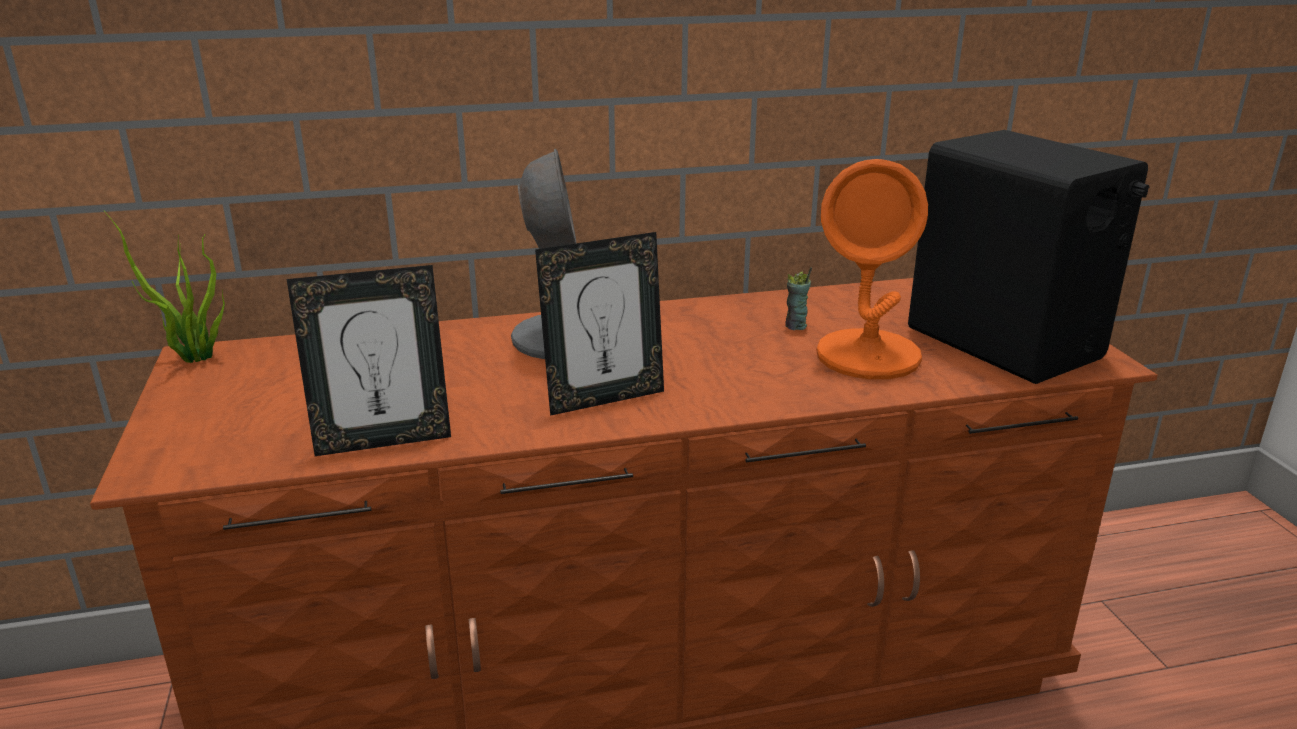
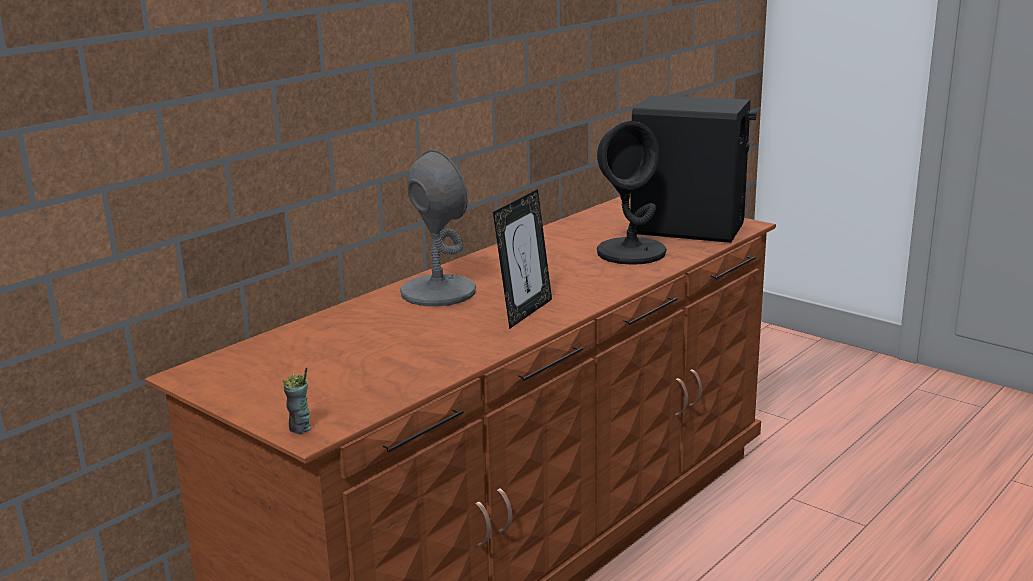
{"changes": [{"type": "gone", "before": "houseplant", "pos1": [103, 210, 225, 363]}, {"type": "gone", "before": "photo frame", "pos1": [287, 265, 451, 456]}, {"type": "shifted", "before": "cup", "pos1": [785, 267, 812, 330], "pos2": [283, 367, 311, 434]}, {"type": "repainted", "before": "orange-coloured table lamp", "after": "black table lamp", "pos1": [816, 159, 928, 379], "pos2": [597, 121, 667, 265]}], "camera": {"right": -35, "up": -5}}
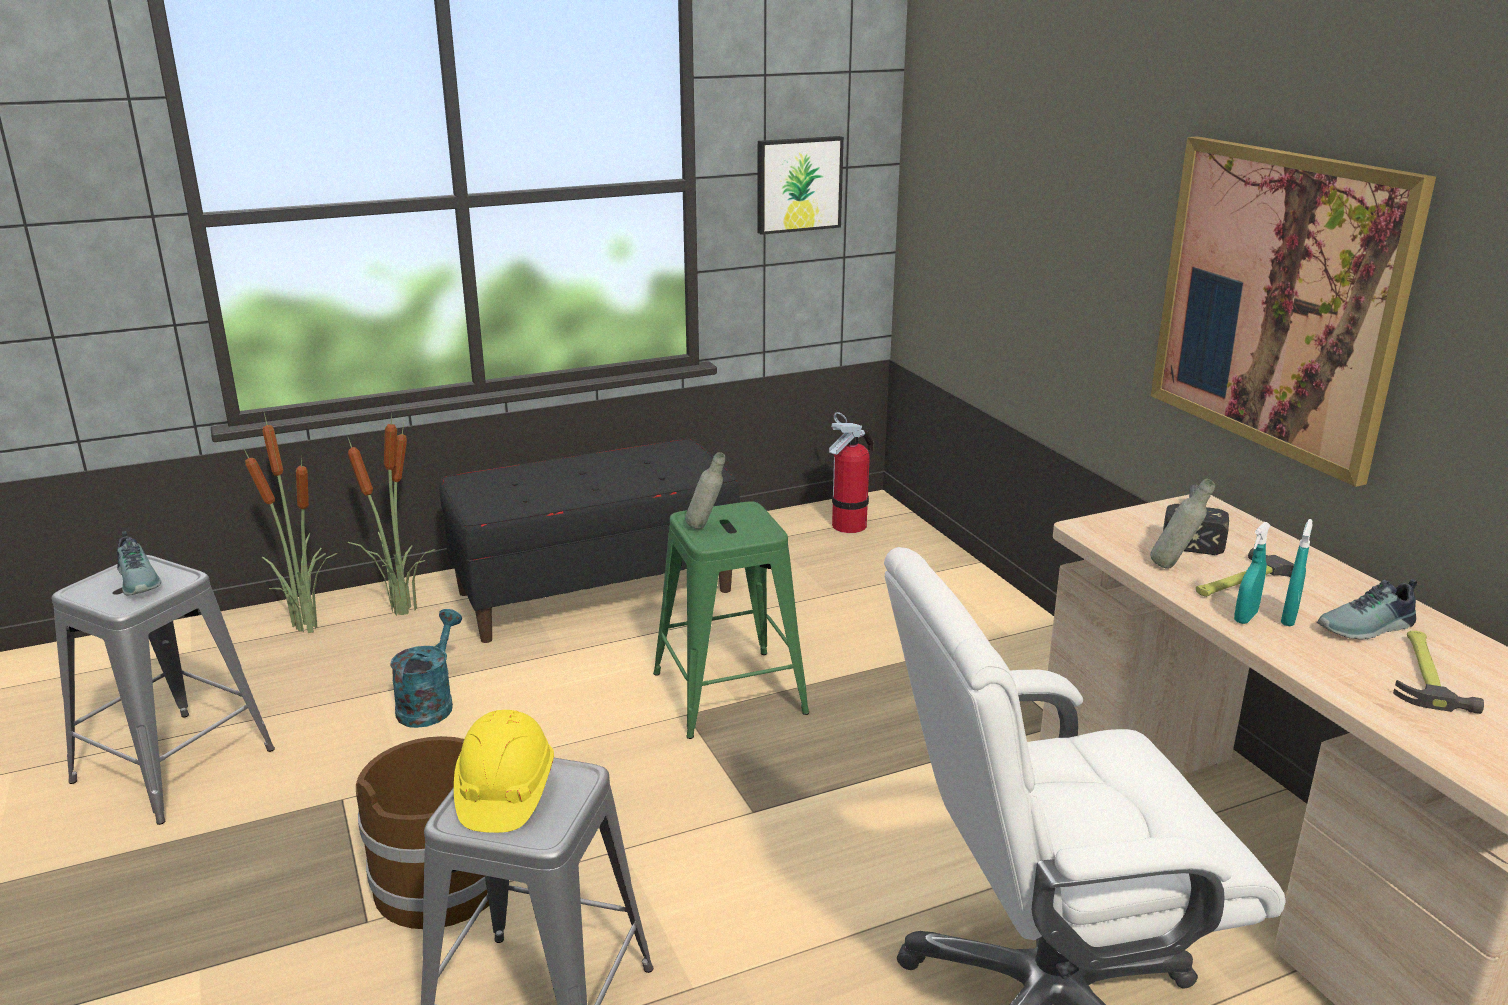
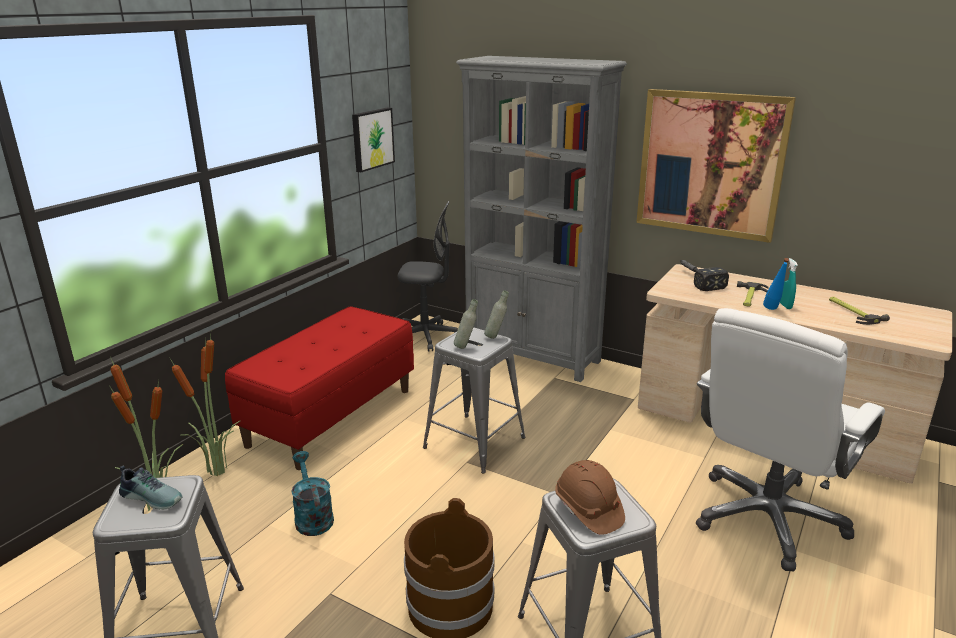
{"changes": [{"type": "gone", "before": "shoe", "pos1": [1317, 579, 1417, 639]}, {"type": "new", "after": "greyish shelving unit", "pos2": [456, 56, 627, 382]}, {"type": "shifted", "before": "greyish bottle", "pos1": [1150, 479, 1215, 569], "pos2": [484, 290, 509, 339]}, {"type": "swapped", "before": "fire extinguisher", "after": "greyish computer chair", "pos1": [829, 412, 874, 533], "pos2": [398, 201, 458, 352]}, {"type": "swapped", "before": "turquoise sprayer", "after": "blue bottle", "pos1": [1234, 522, 1270, 624], "pos2": [763, 258, 789, 310]}, {"type": "repainted", "before": "black bench", "after": "reddish bench", "pos1": [440, 438, 740, 643], "pos2": [225, 306, 414, 470]}, {"type": "repainted", "before": "yellow hard hat", "after": "brown hard hat", "pos1": [454, 710, 554, 833], "pos2": [555, 460, 625, 535]}, {"type": "repainted", "before": "green-coloured sitting stool", "after": "greyish sitting stool", "pos1": [653, 501, 809, 739], "pos2": [423, 327, 525, 474]}], "camera": {"right": -35, "up": 0}}
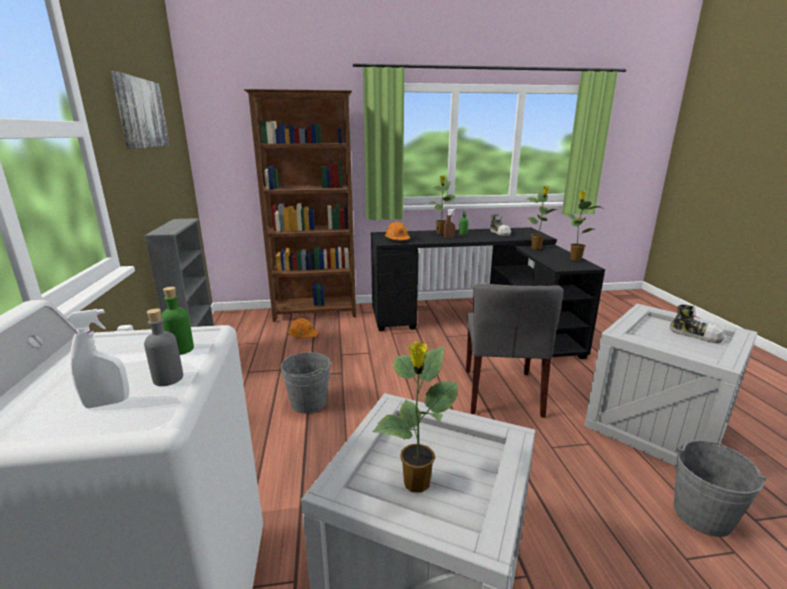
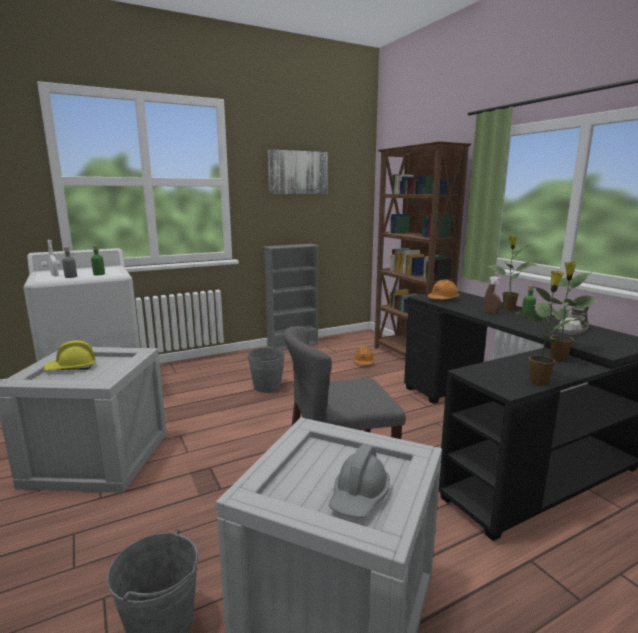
{"changes": [{"type": "swapped", "before": "houseplant", "after": "yellow hard hat", "pos1": [372, 342, 459, 493], "pos2": [43, 340, 95, 370]}, {"type": "swapped", "before": "shoe", "after": "greyish hard hat", "pos1": [670, 305, 725, 343], "pos2": [328, 444, 390, 518]}], "camera": {"right": 70, "up": -5}}
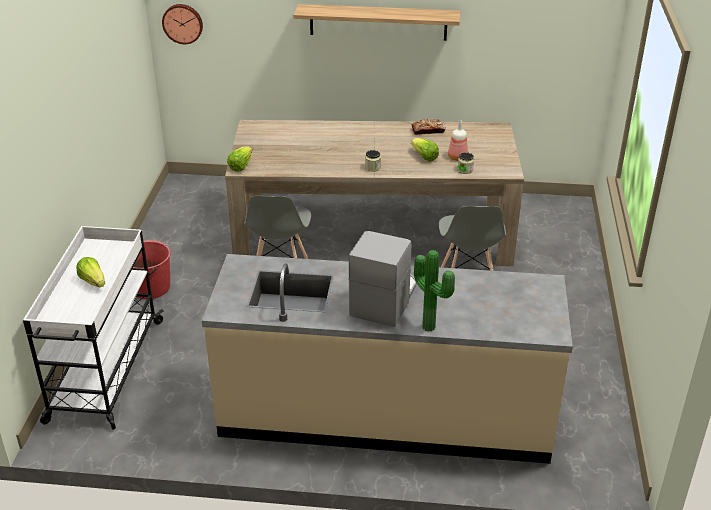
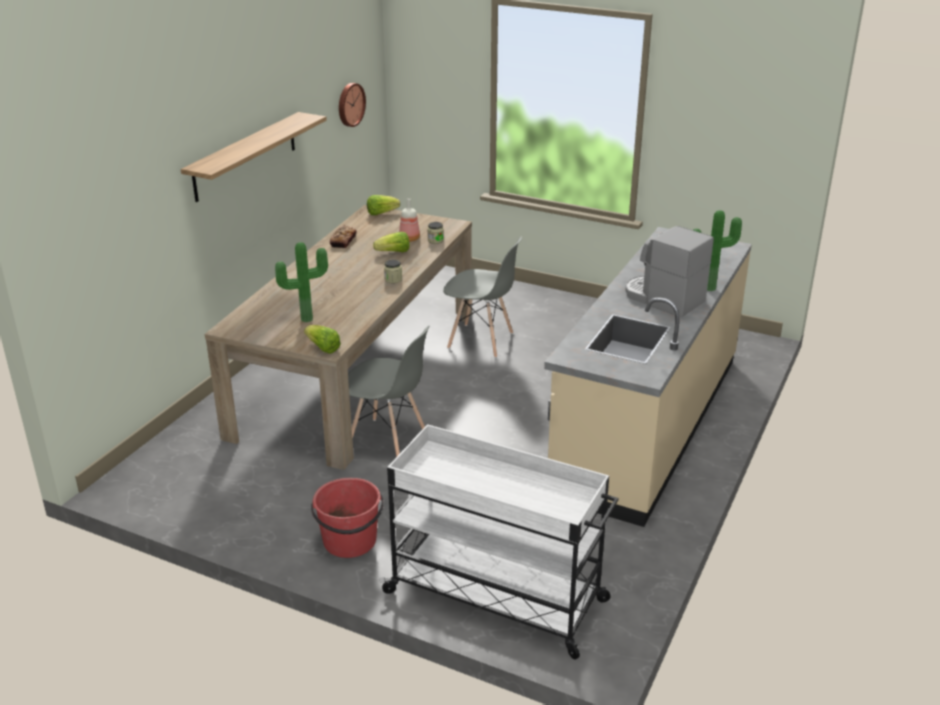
{"changes": [{"type": "new", "after": "houseplant", "pos2": [275, 242, 328, 322]}, {"type": "shifted", "before": "lettuce", "pos1": [76, 257, 105, 287], "pos2": [367, 195, 400, 215]}, {"type": "shifted", "before": "hanging clock", "pos1": [162, 4, 203, 44], "pos2": [339, 83, 366, 127]}], "camera": {"right": -70, "up": -5}}
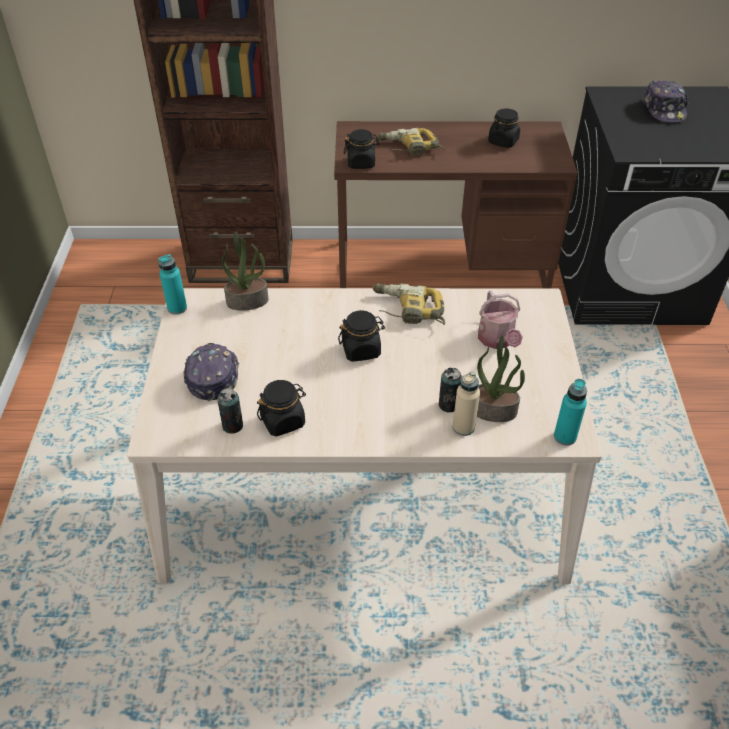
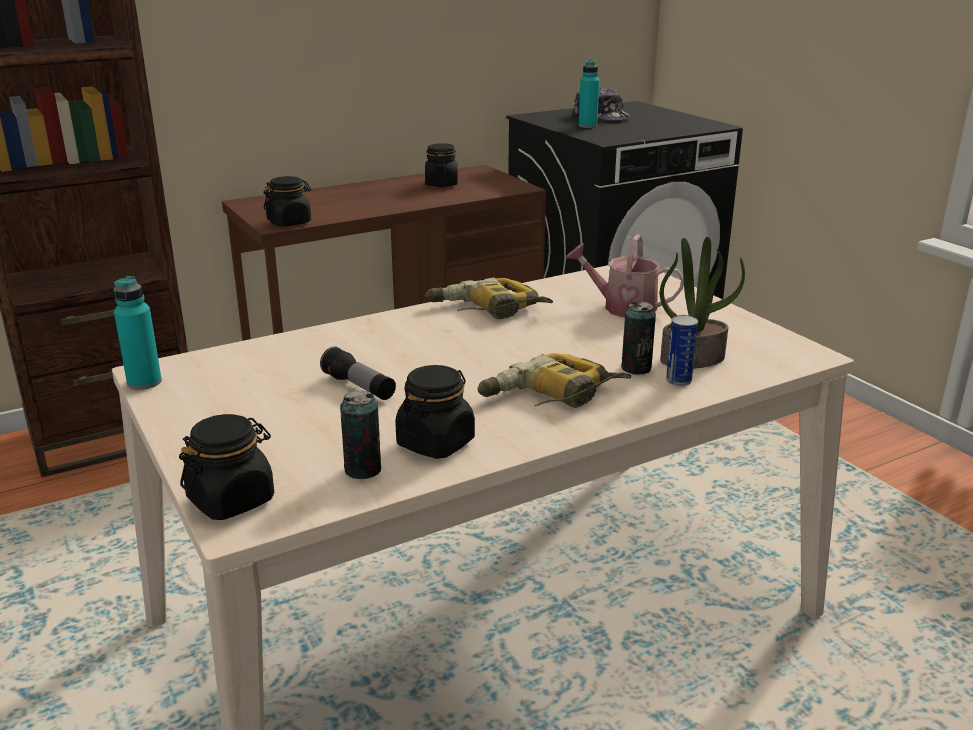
{"changes": [{"type": "gone", "before": "cap", "pos1": [183, 343, 239, 401]}, {"type": "gone", "before": "houseplant", "pos1": [222, 232, 268, 311]}, {"type": "new", "after": "torch", "pos2": [320, 347, 396, 400]}, {"type": "shifted", "before": "black preserve jar", "pos1": [338, 310, 385, 362], "pos2": [179, 414, 274, 520]}, {"type": "shifted", "before": "drill", "pos1": [377, 128, 445, 156], "pos2": [477, 353, 631, 408]}, {"type": "shifted", "before": "turquoise bottle", "pos1": [554, 379, 587, 446], "pos2": [579, 60, 600, 128]}, {"type": "swapped", "before": "beige bottle", "after": "sealed can", "pos1": [453, 372, 480, 436], "pos2": [666, 315, 698, 386]}, {"type": "rotated", "before": "sprinkling can", "pos1": [478, 291, 523, 349], "pos2": [566, 234, 684, 318], "turn": 150}], "camera": {"right": -30, "up": -20}}
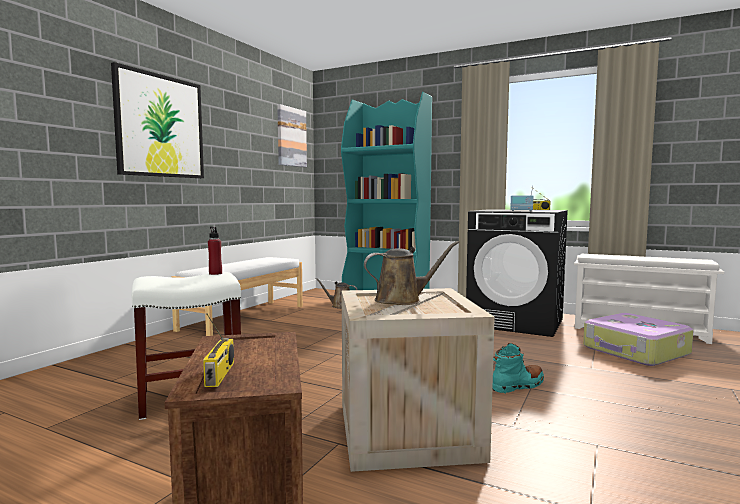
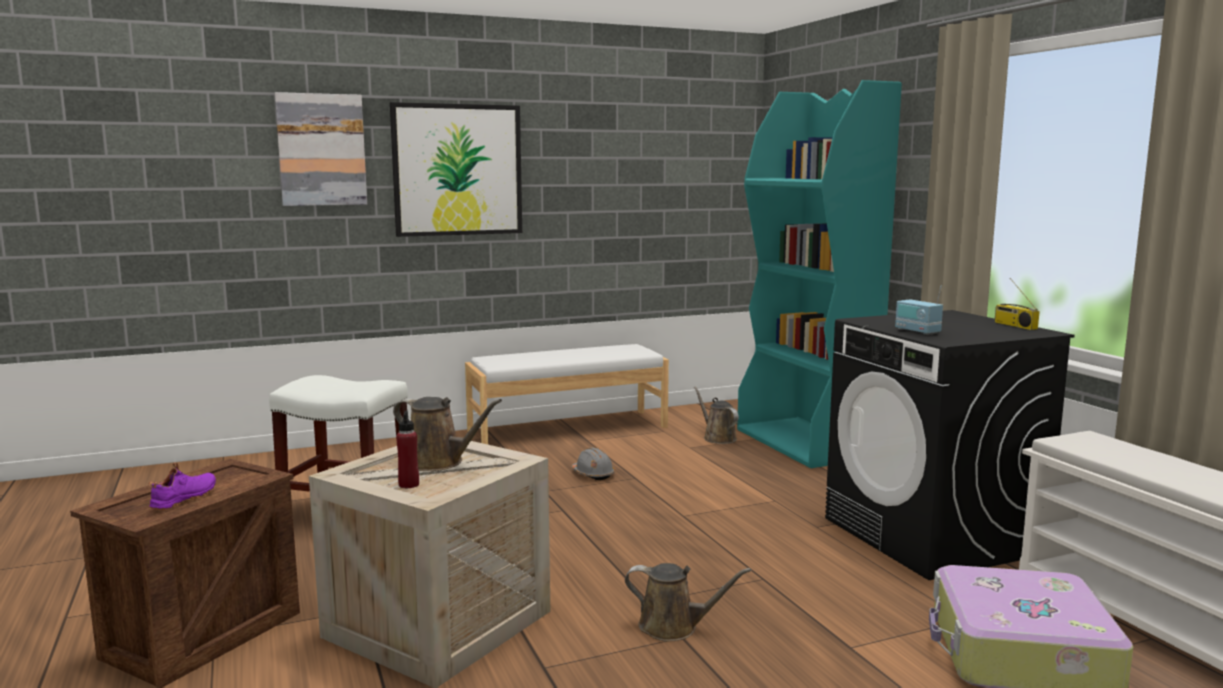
{"changes": [{"type": "gone", "before": "radio receiver", "pos1": [203, 313, 234, 387]}, {"type": "new", "after": "purple shoe", "pos2": [149, 462, 216, 510]}, {"type": "new", "after": "greyish hard hat", "pos2": [572, 447, 615, 480]}, {"type": "shifted", "before": "reddish bottle", "pos1": [208, 227, 222, 275], "pos2": [396, 411, 419, 488]}, {"type": "shifted", "before": "wall art", "pos1": [277, 104, 307, 167], "pos2": [275, 92, 367, 206]}, {"type": "swapped", "before": "turquoise boot", "after": "brown sprinkling can", "pos1": [492, 343, 544, 393], "pos2": [625, 563, 751, 641]}], "camera": {"right": 40, "up": 5}}
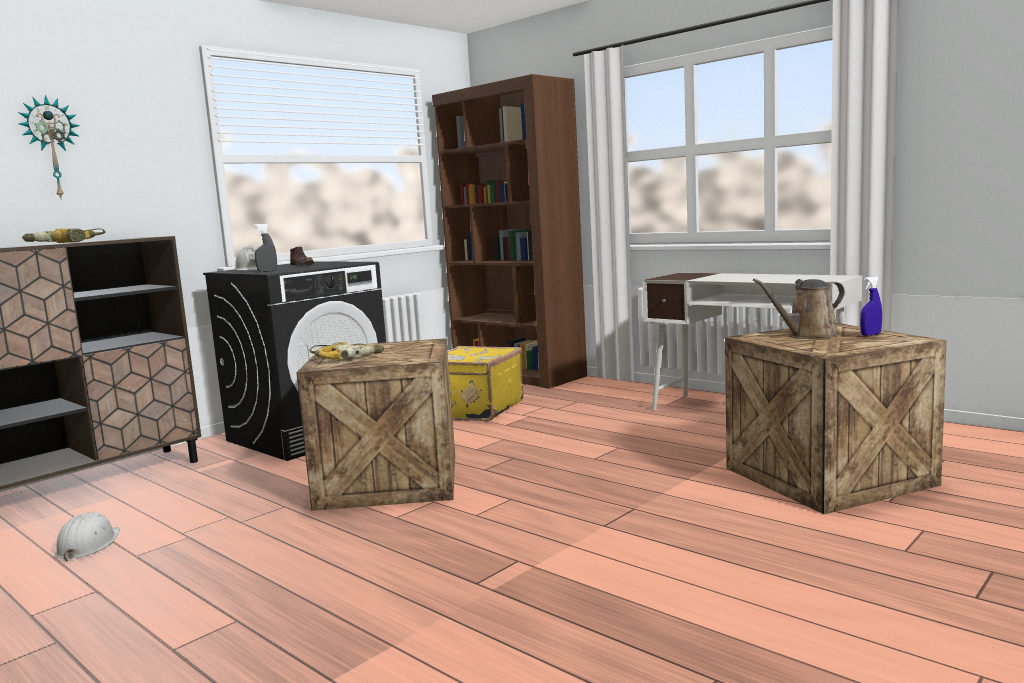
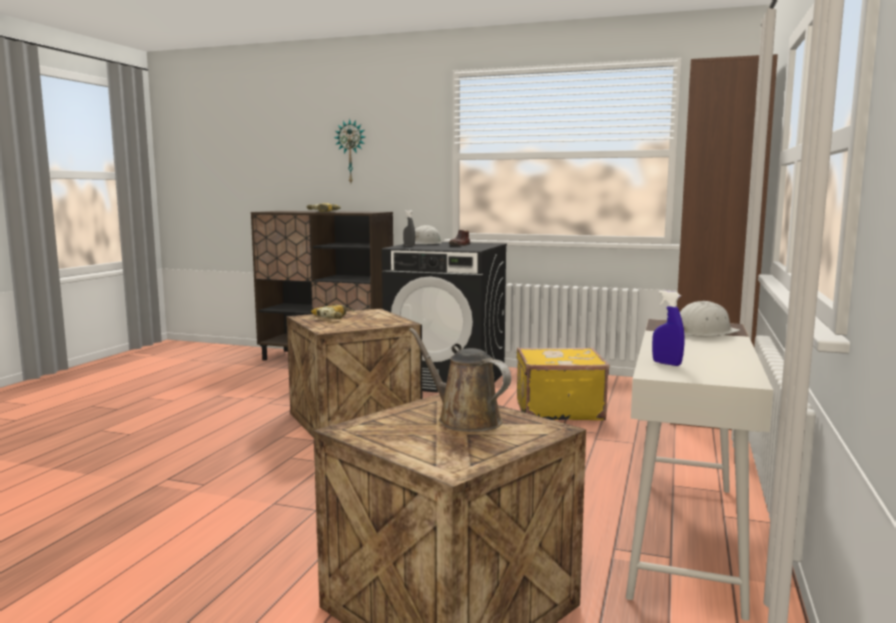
{"changes": [{"type": "shifted", "before": "white-coloured hard hat", "pos1": [55, 512, 120, 562], "pos2": [680, 301, 740, 336]}, {"type": "shifted", "before": "blue sprayer", "pos1": [860, 276, 882, 336], "pos2": [652, 290, 685, 366]}], "camera": {"right": 65, "up": 0}}
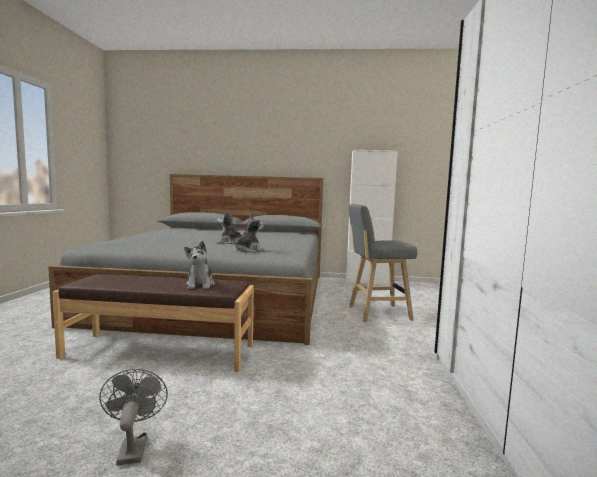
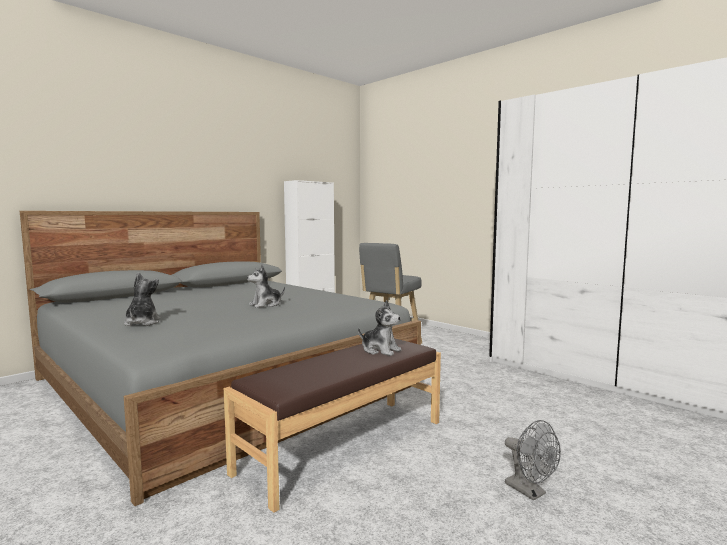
{"changes": [{"type": "shifted", "before": "soft toy", "pos1": [233, 214, 264, 252], "pos2": [124, 272, 160, 326]}, {"type": "rotated", "before": "greyish fan", "pos1": [99, 369, 168, 466], "pos2": [505, 420, 561, 501], "turn": -150}], "camera": {"right": -50, "up": 0}}
